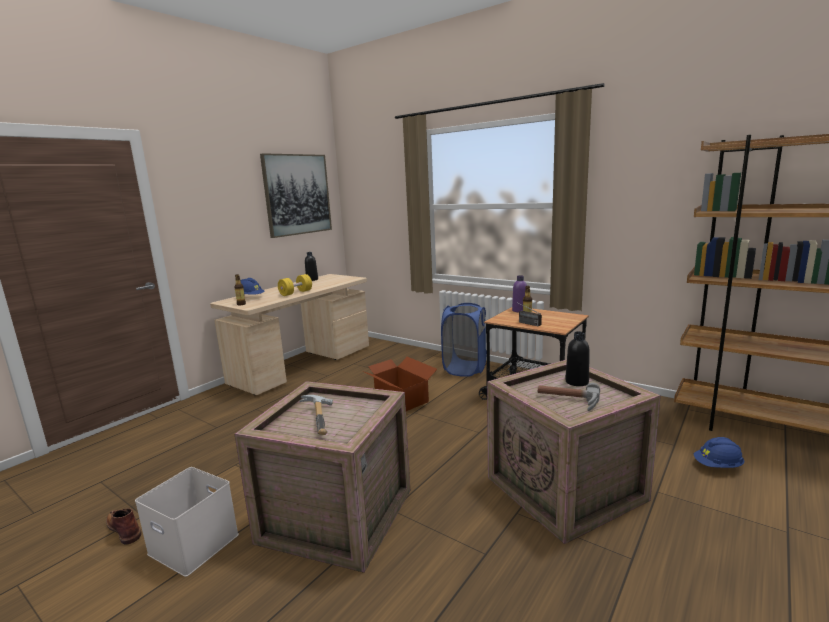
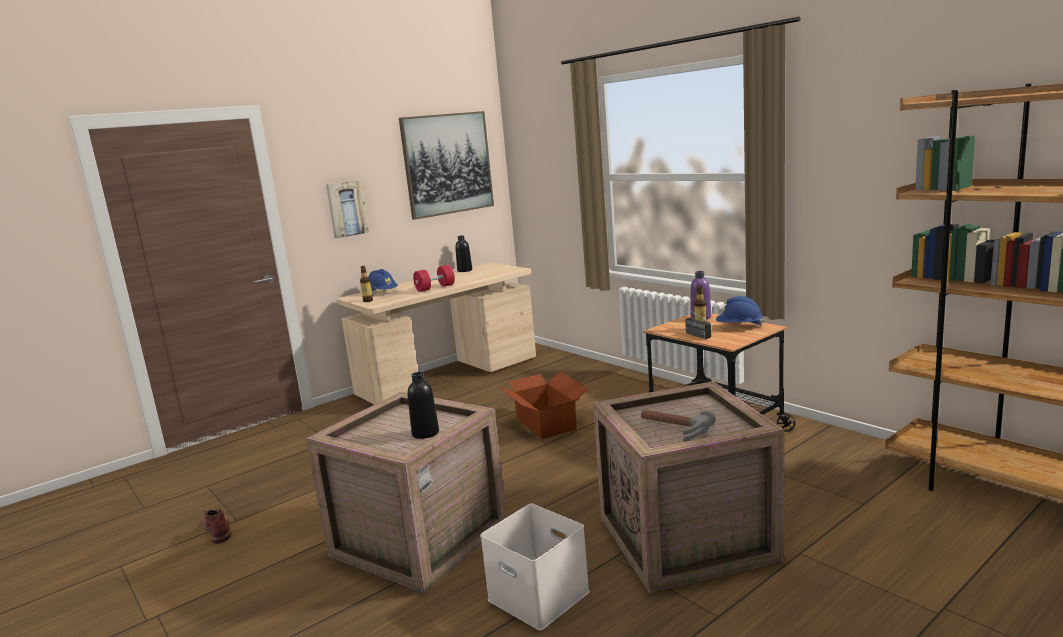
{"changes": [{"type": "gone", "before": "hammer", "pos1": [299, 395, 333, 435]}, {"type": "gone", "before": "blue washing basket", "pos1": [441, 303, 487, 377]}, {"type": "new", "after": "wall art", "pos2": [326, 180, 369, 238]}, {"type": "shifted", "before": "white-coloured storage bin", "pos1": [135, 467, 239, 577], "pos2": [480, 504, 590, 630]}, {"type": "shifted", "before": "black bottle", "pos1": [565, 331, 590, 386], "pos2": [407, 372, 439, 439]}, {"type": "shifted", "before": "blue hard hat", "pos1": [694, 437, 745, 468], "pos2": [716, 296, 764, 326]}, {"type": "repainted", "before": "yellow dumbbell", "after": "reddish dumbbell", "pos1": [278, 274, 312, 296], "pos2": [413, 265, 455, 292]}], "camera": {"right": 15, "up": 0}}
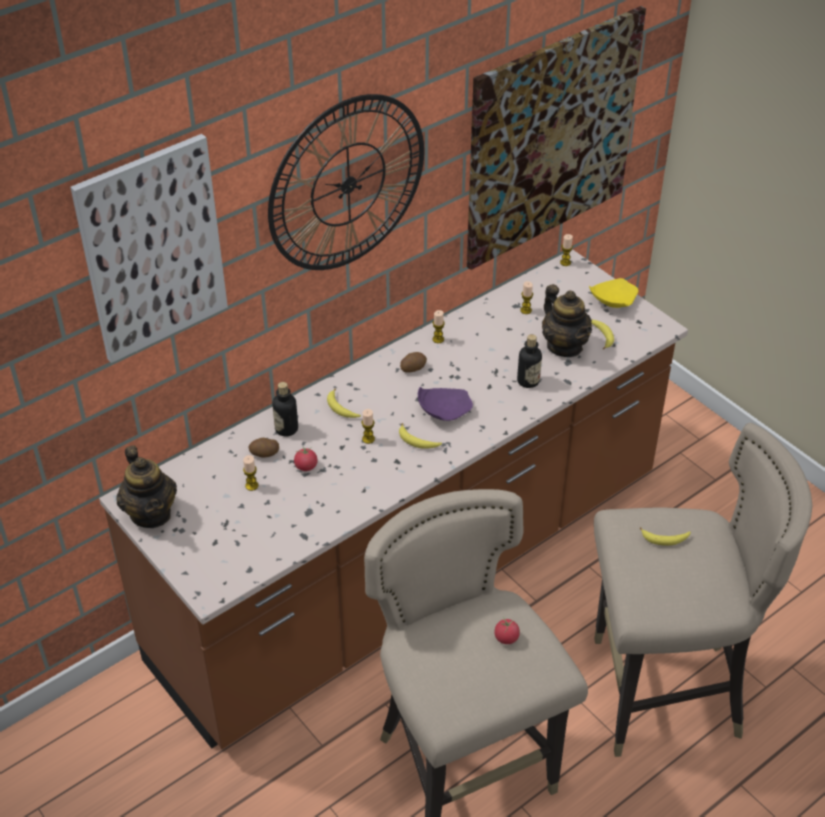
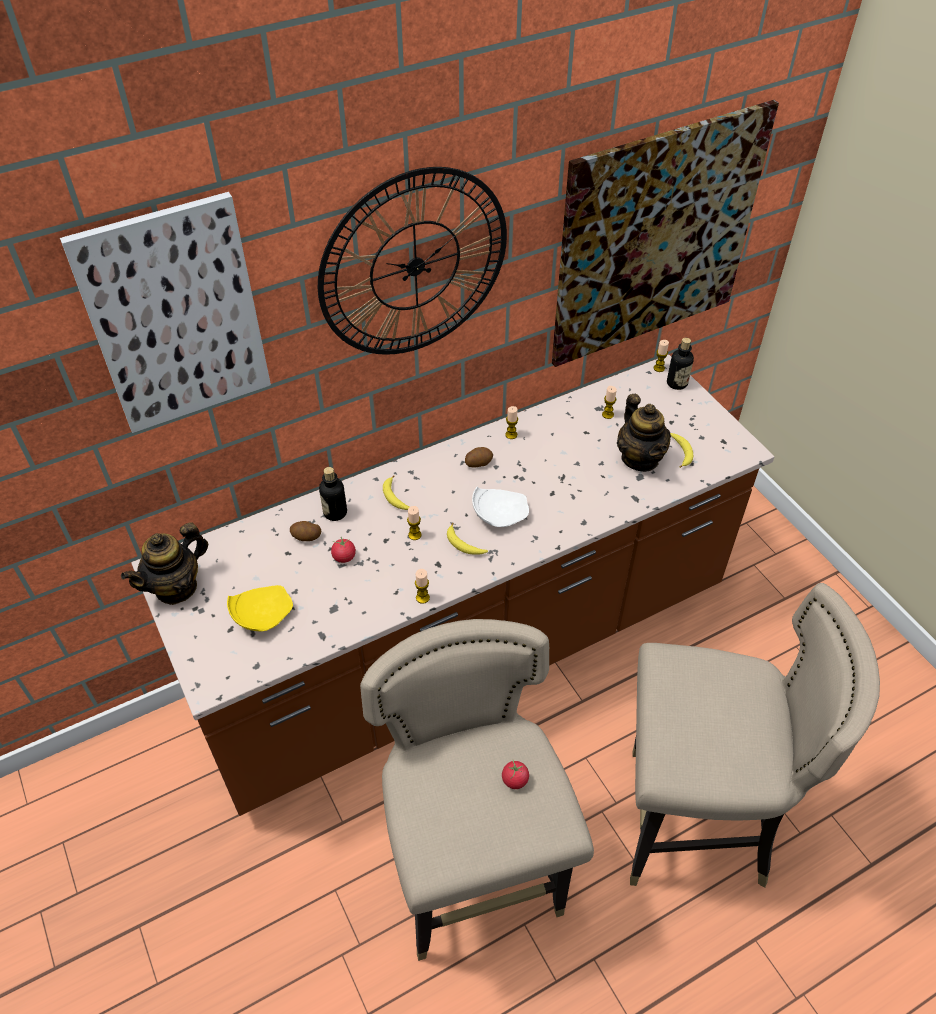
{"changes": [{"type": "gone", "before": "banana", "pos1": [640, 527, 691, 546]}, {"type": "shifted", "before": "candle", "pos1": [243, 455, 258, 491], "pos2": [415, 569, 430, 604]}, {"type": "shifted", "before": "bottle", "pos1": [517, 334, 542, 388], "pos2": [667, 338, 694, 390]}, {"type": "shifted", "before": "yellow dinner plate", "pos1": [589, 278, 638, 308], "pos2": [227, 585, 293, 631]}, {"type": "repainted", "before": "purple dinner plate", "after": "white-coloured dinner plate", "pos1": [418, 387, 473, 421], "pos2": [472, 487, 529, 527]}, {"type": "rotated", "before": "teapot", "pos1": [116, 445, 177, 528], "pos2": [121, 522, 208, 605], "turn": 60}], "camera": {"right": 10, "up": 5}}
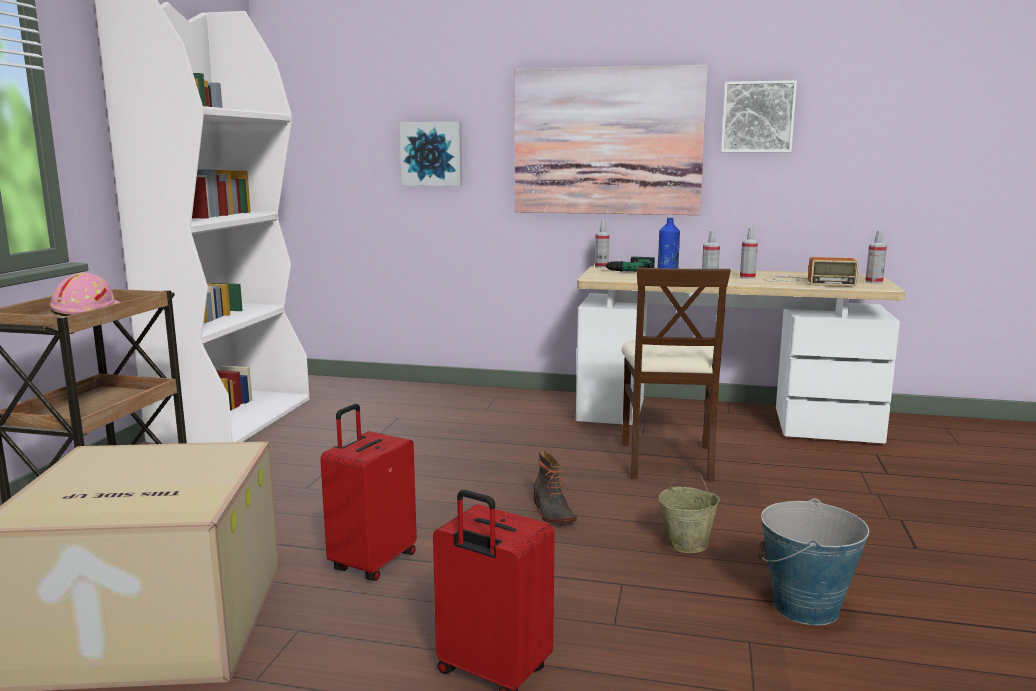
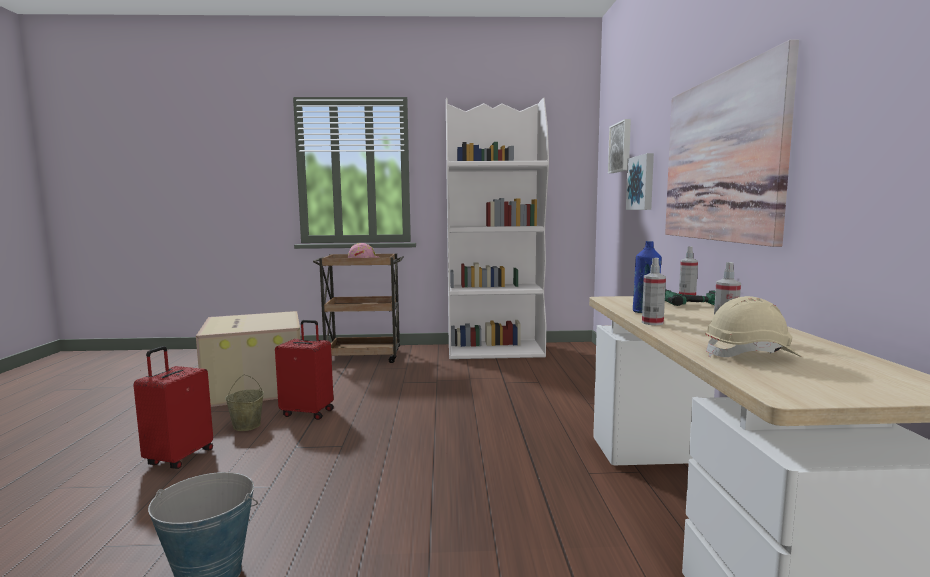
{"changes": [{"type": "gone", "before": "boot", "pos1": [534, 451, 577, 523]}, {"type": "gone", "before": "beige plain chair", "pos1": [621, 268, 731, 482]}, {"type": "gone", "before": "sprayer", "pos1": [865, 230, 887, 284]}, {"type": "shifted", "before": "beige bucket", "pos1": [659, 465, 720, 553], "pos2": [225, 374, 264, 431]}, {"type": "shifted", "before": "wall art", "pos1": [721, 80, 797, 152], "pos2": [608, 119, 631, 173]}, {"type": "swapped", "before": "radio receiver", "after": "beige hard hat", "pos1": [763, 257, 859, 287], "pos2": [705, 296, 801, 357]}], "camera": {"right": 75, "up": -5}}
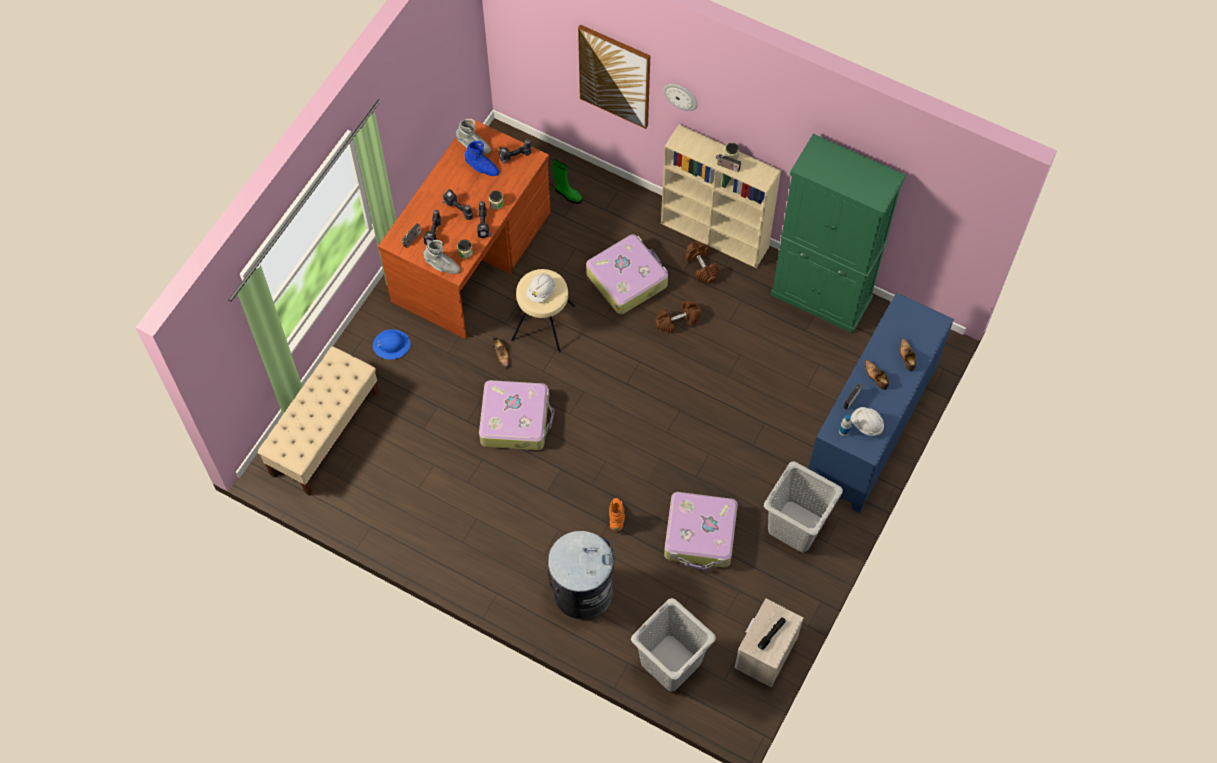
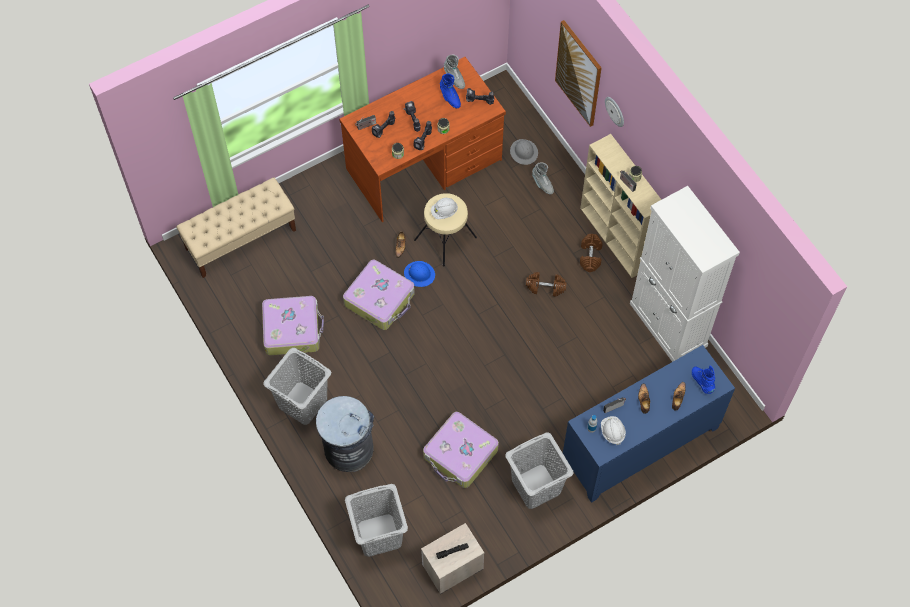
{"changes": [{"type": "gone", "before": "orange-coloured boot", "pos1": [609, 498, 625, 531]}, {"type": "new", "after": "greyish washing basket", "pos2": [263, 348, 331, 425]}, {"type": "new", "after": "blue boot", "pos2": [692, 365, 715, 394]}, {"type": "shifted", "before": "blue hard hat", "pos1": [373, 329, 411, 360], "pos2": [404, 261, 435, 287]}, {"type": "shifted", "before": "greyish boot", "pos1": [423, 240, 461, 274], "pos2": [532, 163, 554, 194]}, {"type": "shifted", "before": "suitcase", "pos1": [586, 234, 668, 314], "pos2": [262, 296, 324, 355]}, {"type": "swapped", "before": "green-coloured boot", "after": "greyish hard hat", "pos1": [553, 159, 583, 204], "pos2": [510, 139, 538, 165]}, {"type": "repainted", "before": "green-coloured cupboard", "after": "white-coloured cupboard", "pos1": [771, 134, 906, 334], "pos2": [630, 186, 740, 362]}], "camera": {"right": 30, "up": 0}}
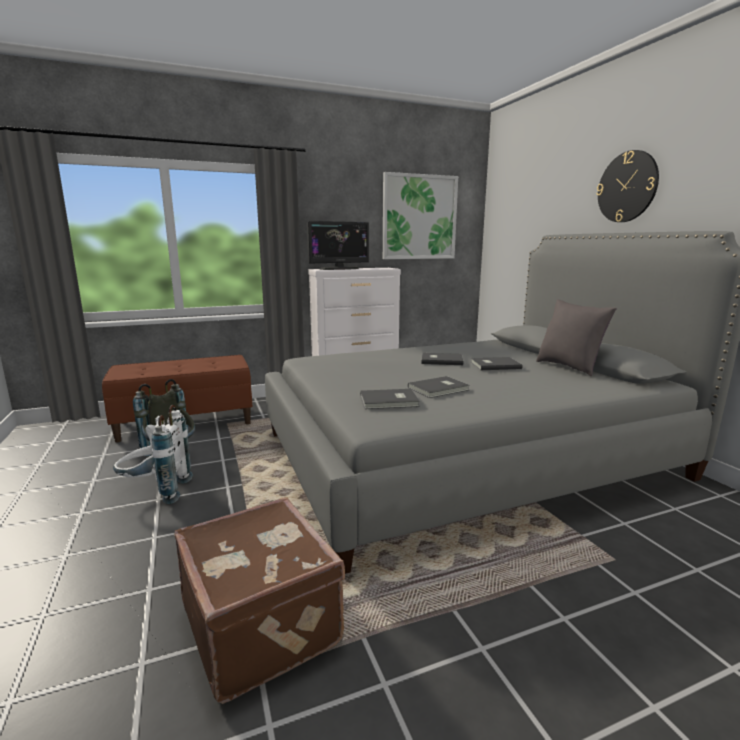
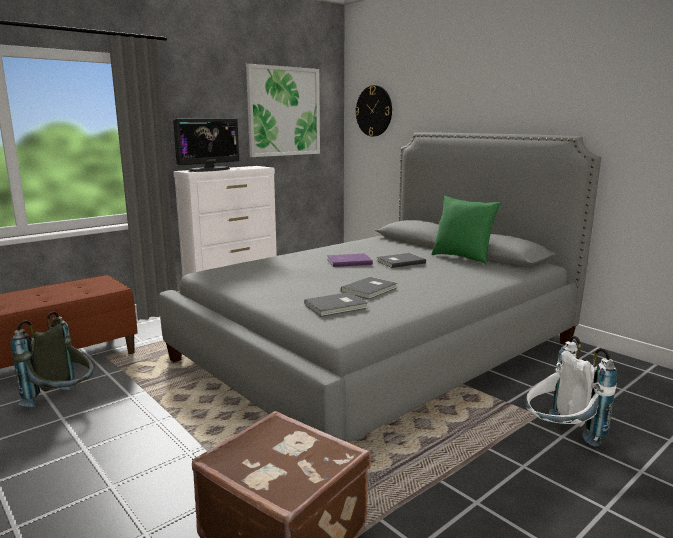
{"changes": [{"type": "shifted", "before": "white-coloured rucksack", "pos1": [113, 405, 193, 504], "pos2": [525, 336, 617, 447]}, {"type": "shifted", "before": "hanging clock", "pos1": [596, 150, 659, 222], "pos2": [355, 85, 392, 136]}, {"type": "repainted", "before": "greyish book", "after": "purple book", "pos1": [422, 353, 463, 365], "pos2": [327, 253, 373, 267]}, {"type": "repainted", "before": "greyish throw pillow", "after": "green-coloured throw pillow", "pos1": [536, 299, 617, 377], "pos2": [431, 196, 501, 264]}], "camera": {"right": -20, "up": 0}}
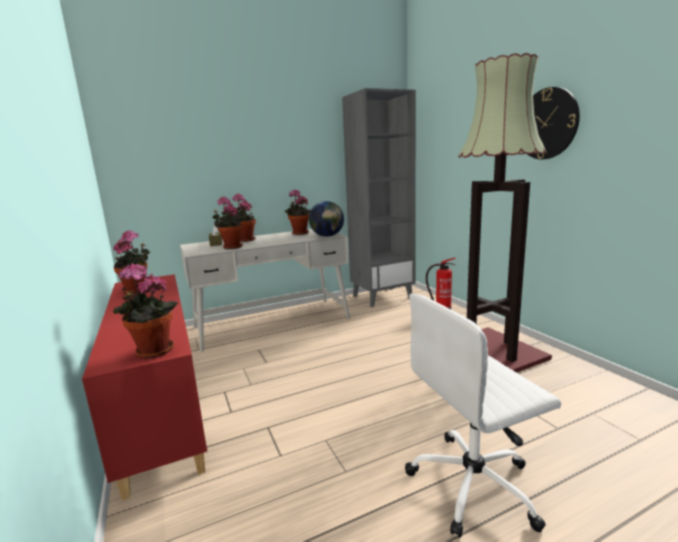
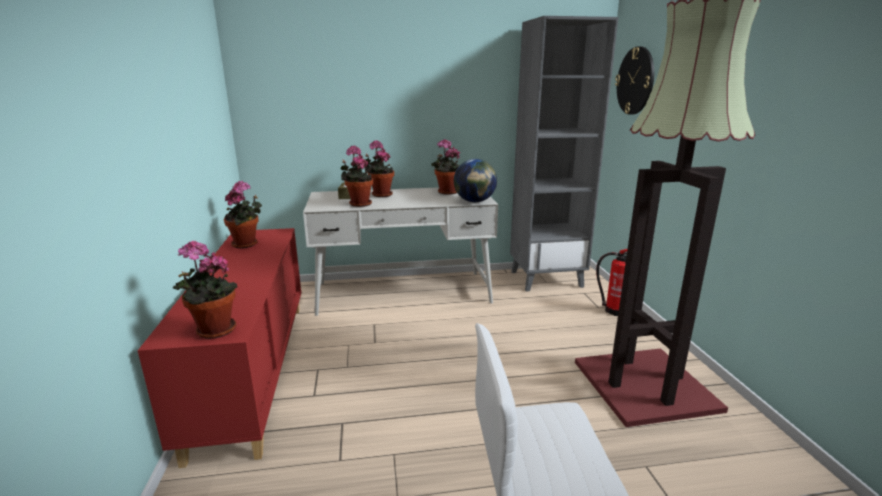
{"changes": [{"type": "shifted", "before": "hanging clock", "pos1": [527, 87, 580, 159], "pos2": [615, 46, 654, 115]}], "camera": {"right": 15, "up": 5}}
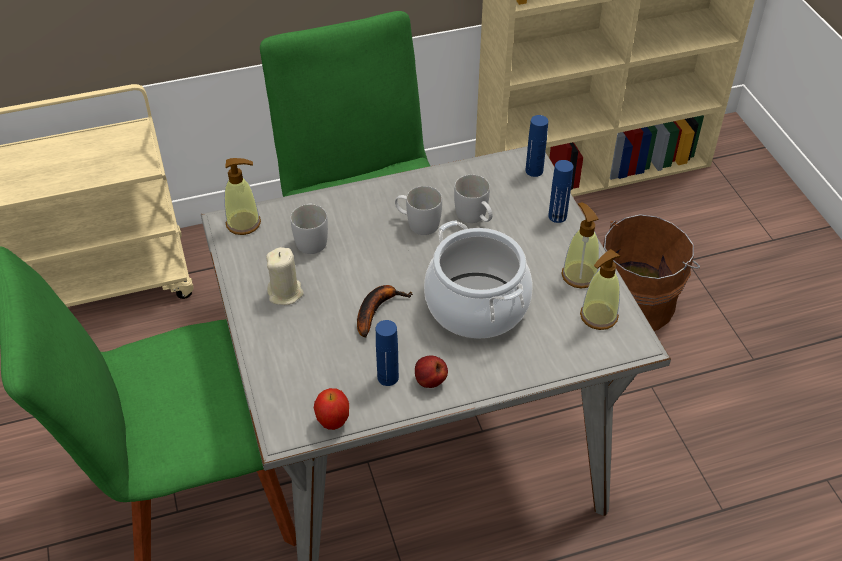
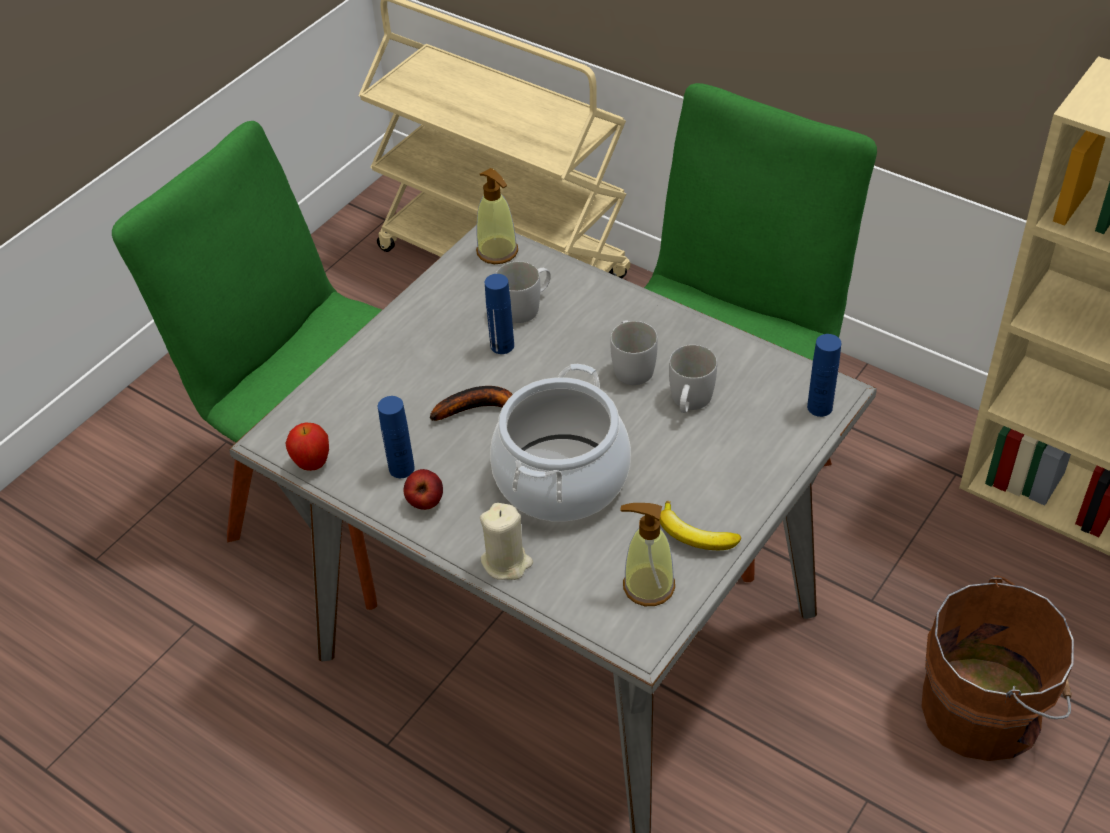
{"changes": [{"type": "shifted", "before": "beige candle", "pos1": [266, 247, 304, 305], "pos2": [480, 503, 533, 580]}, {"type": "shifted", "before": "blue bottle", "pos1": [548, 160, 573, 223], "pos2": [485, 274, 514, 354]}, {"type": "swapped", "before": "liquid soap bottle", "after": "banana", "pos1": [562, 202, 599, 289], "pos2": [660, 501, 741, 550]}], "camera": {"right": 55, "up": 0}}
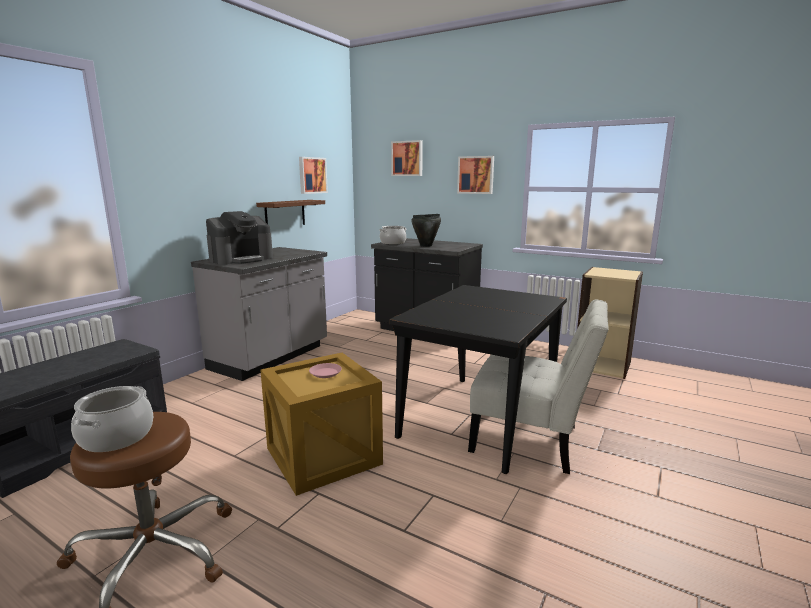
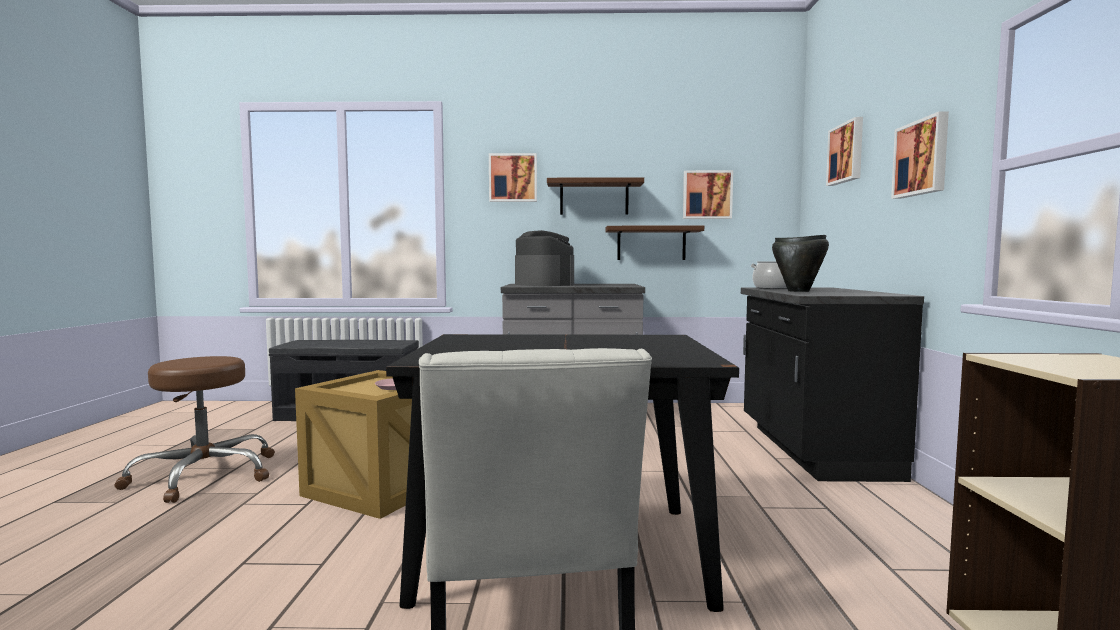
{"changes": [{"type": "gone", "before": "cooking pot", "pos1": [71, 386, 154, 452]}, {"type": "new", "after": "wall art", "pos2": [489, 153, 537, 202]}, {"type": "new", "after": "brown wall shelf", "pos2": [547, 177, 644, 215]}, {"type": "rotated", "before": "coffee brewer", "pos1": [206, 211, 273, 265], "pos2": [515, 230, 574, 286], "turn": -135}], "camera": {"right": 60, "up": -10}}
